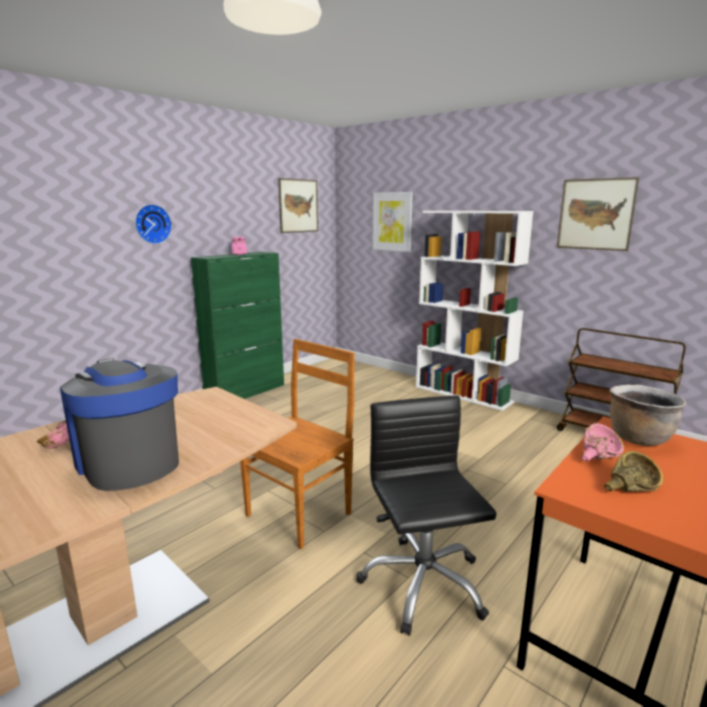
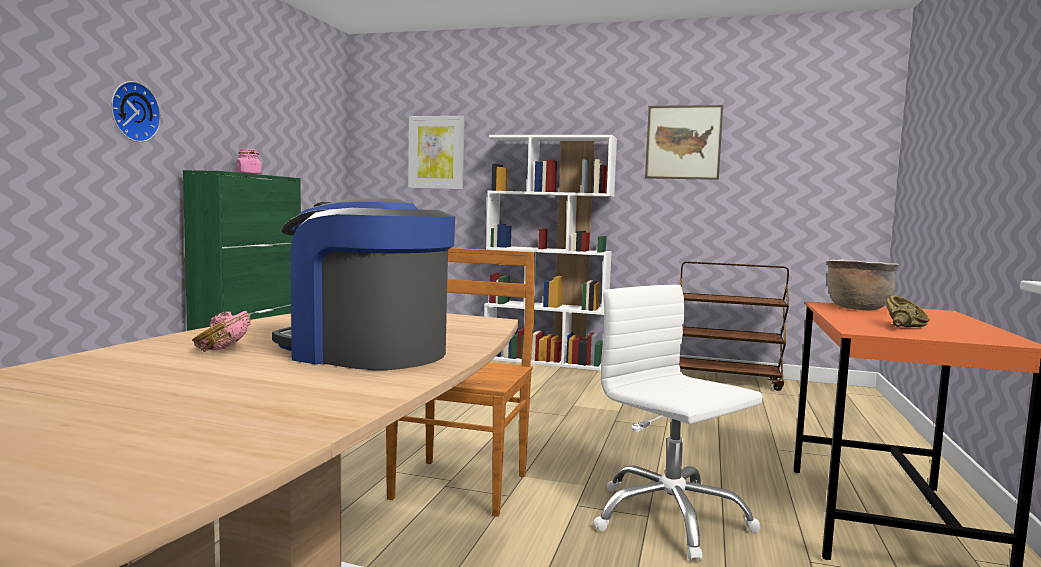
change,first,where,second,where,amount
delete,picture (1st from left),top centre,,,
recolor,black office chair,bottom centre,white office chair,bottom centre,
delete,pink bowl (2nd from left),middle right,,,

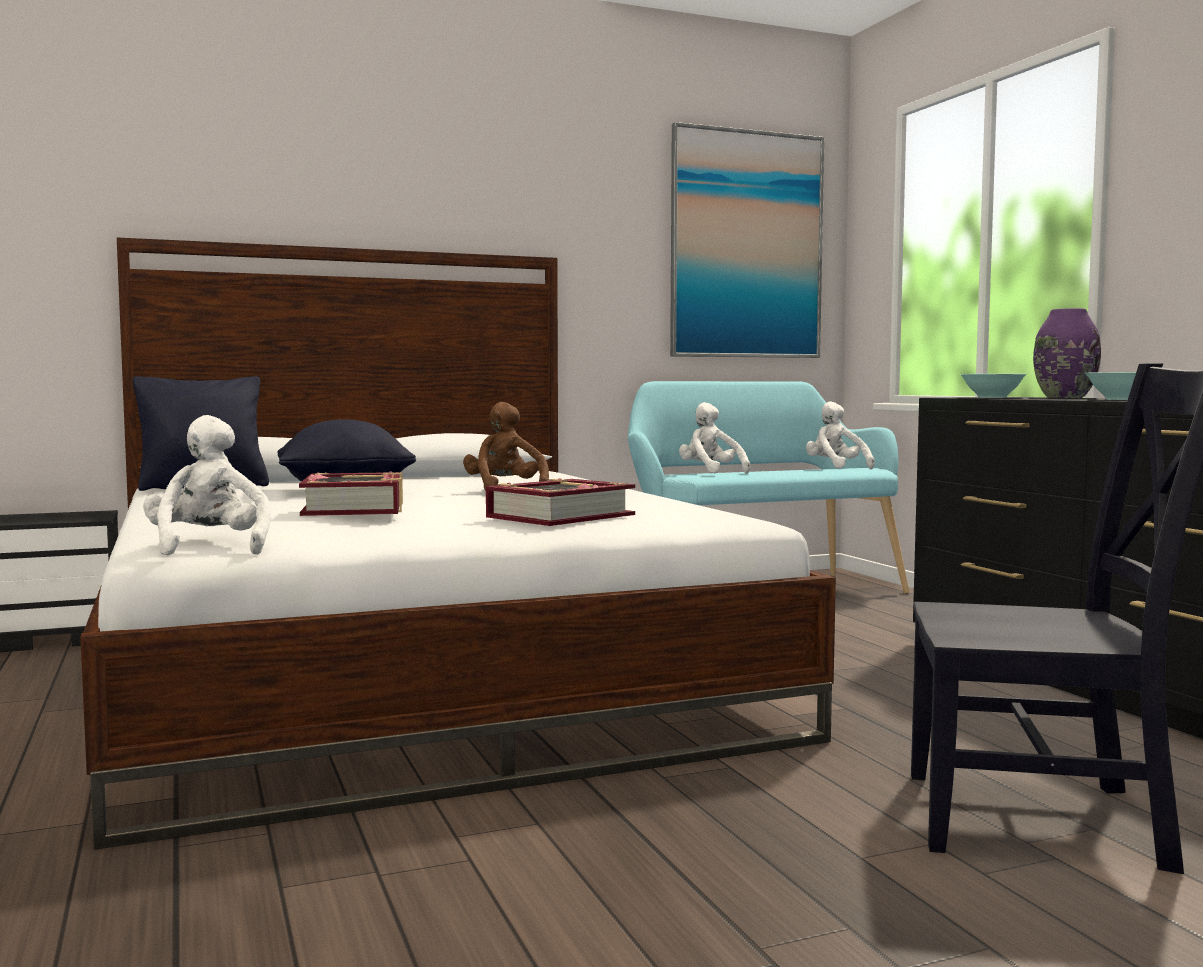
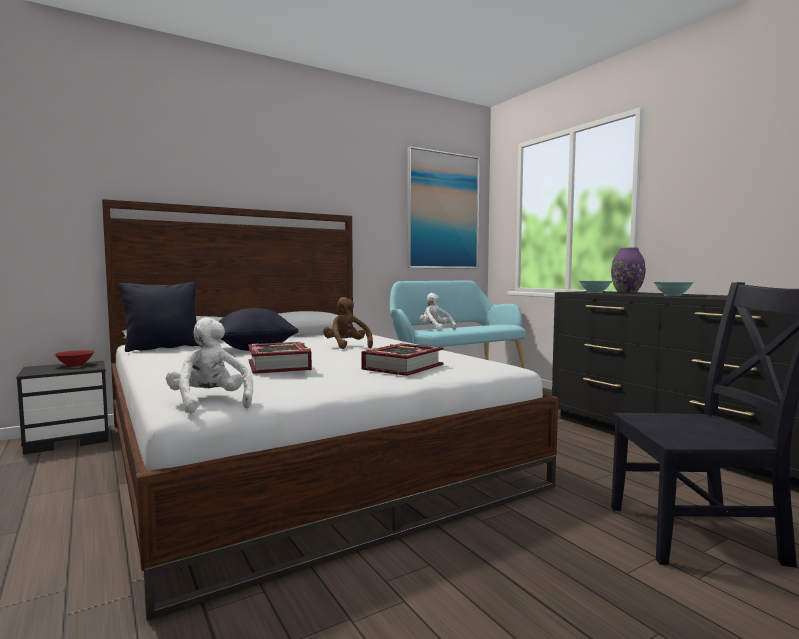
change,first,where,second,where,amount
delete,white plush toy (3rd from left),middle right,,,
insert,,,red bowl,middle left,

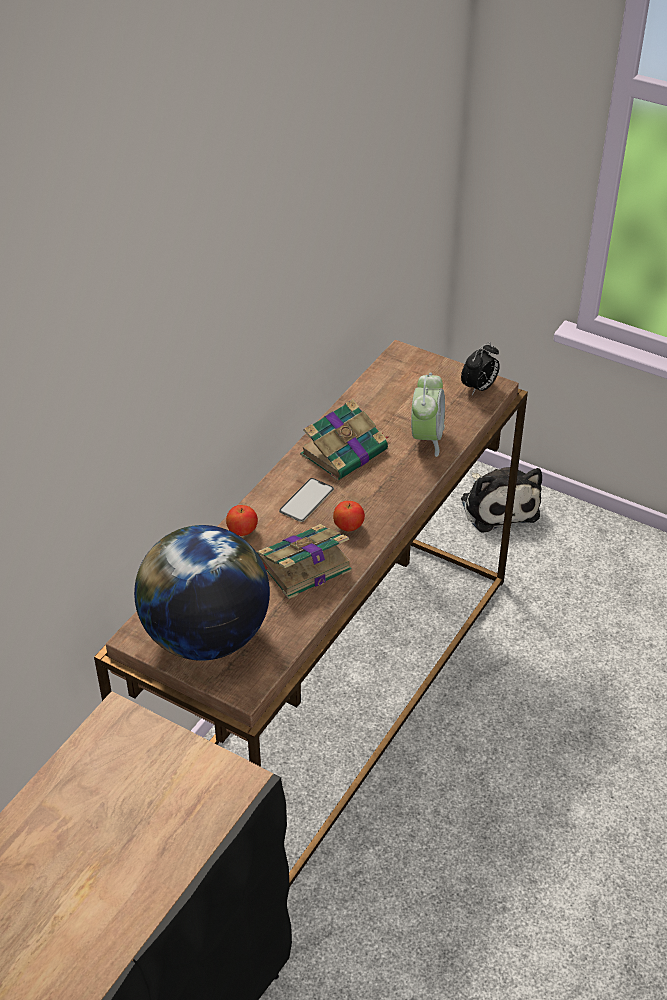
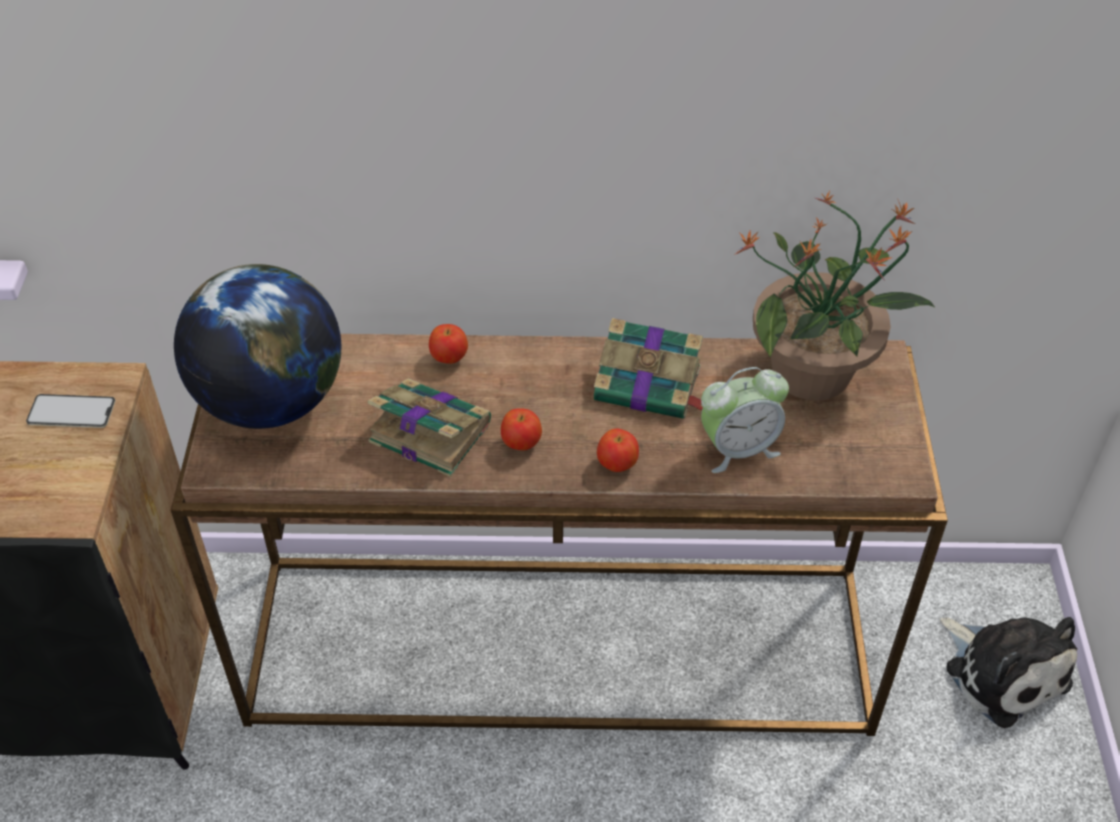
change,first,where,second,where,amount
delete,alarm clock (2nd from left),middle right,,,
rotate,plush toy,middle right,,bottom right,75 degrees counterclockwise
move,phone,centre,,middle left,
insert,,,potted plant,middle right,
insert,,,apple (3rd from left),centre,

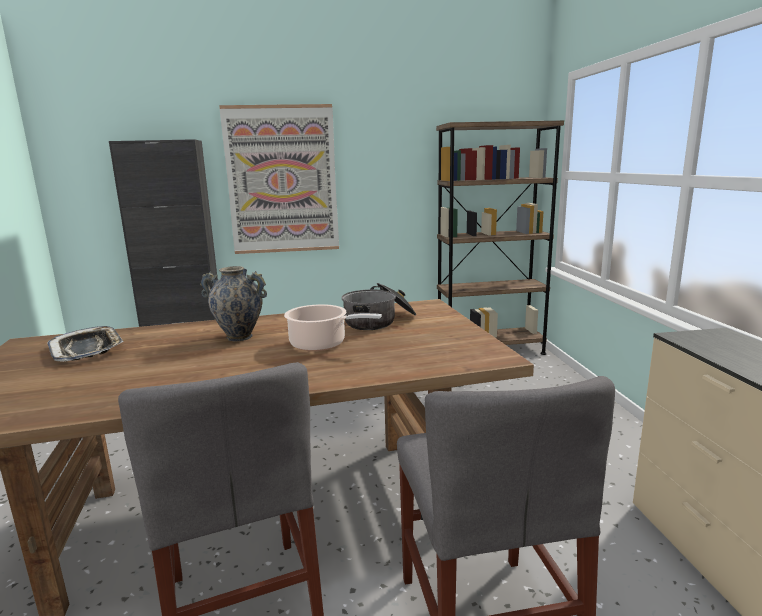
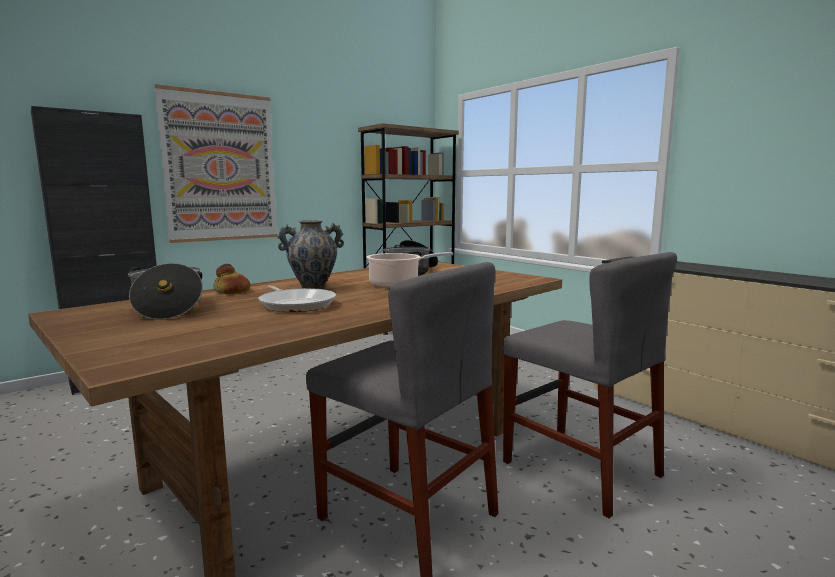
change,first,where,second,where,amount
replace,tray,middle left,cooking pot (1st from left),middle left,
insert,,,bread,middle left,
insert,,,frying pan,centre,

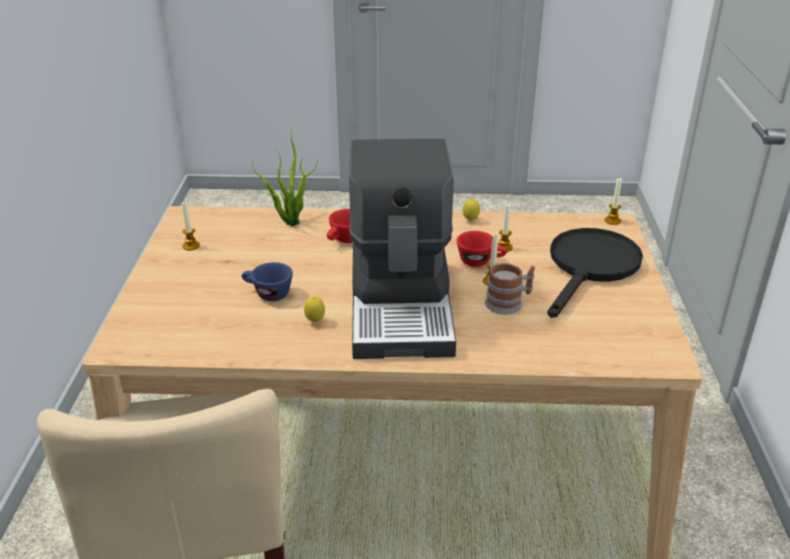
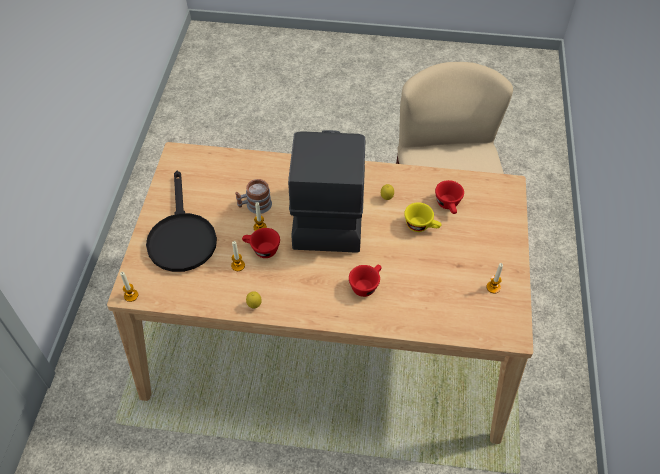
change,first,where,second,where,amount
delete,potted plant,top centre,,,
rotate,black frying pan,middle right,,middle left,45 degrees counterclockwise
recolor,blue cup,centre,yellow cup,centre,
insert,,,red cup (3rd from left),middle right,

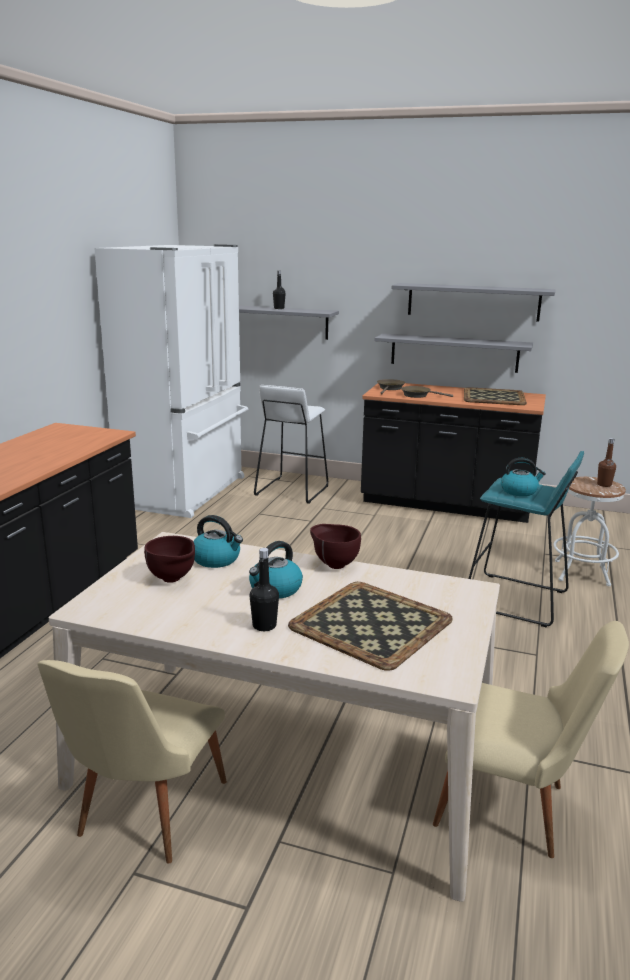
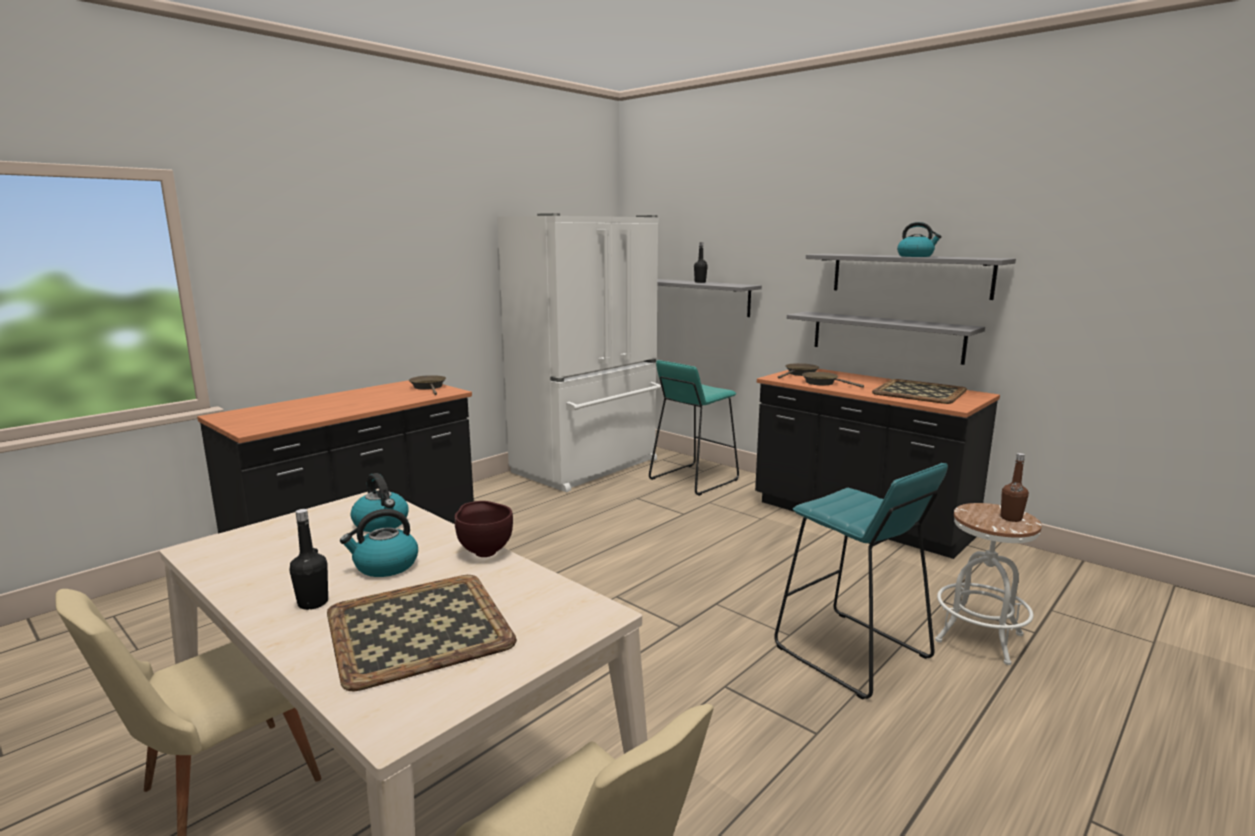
change,first,where,second,where,amount
recolor,white stool (1st from left),centre,turquoise stool (1st from left),centre,
move,kettle (3rd from left),middle right,,top right,
delete,brown bowl (1st from left),middle left,,,
insert,,,brown frying pan (1st from left),centre,

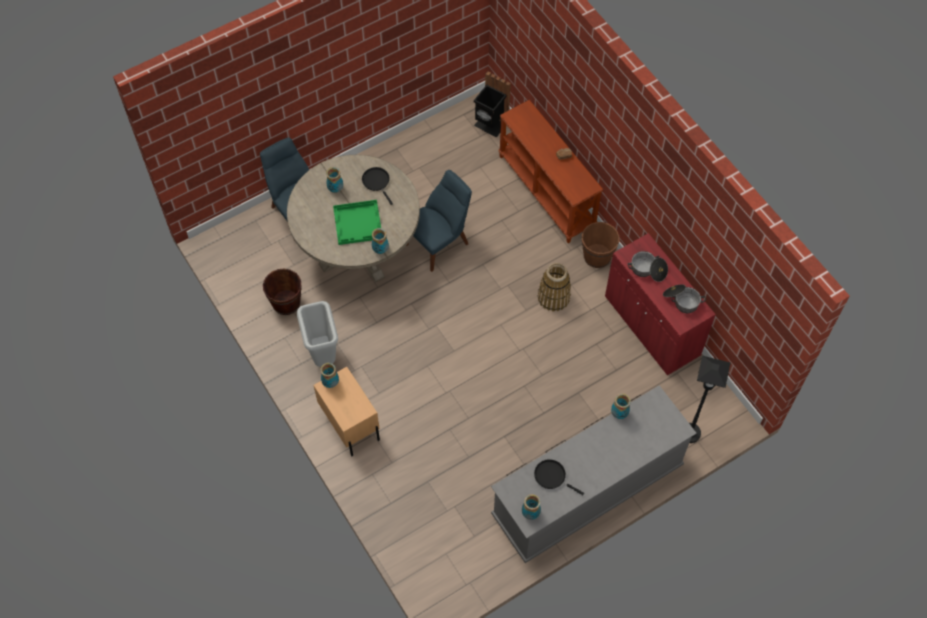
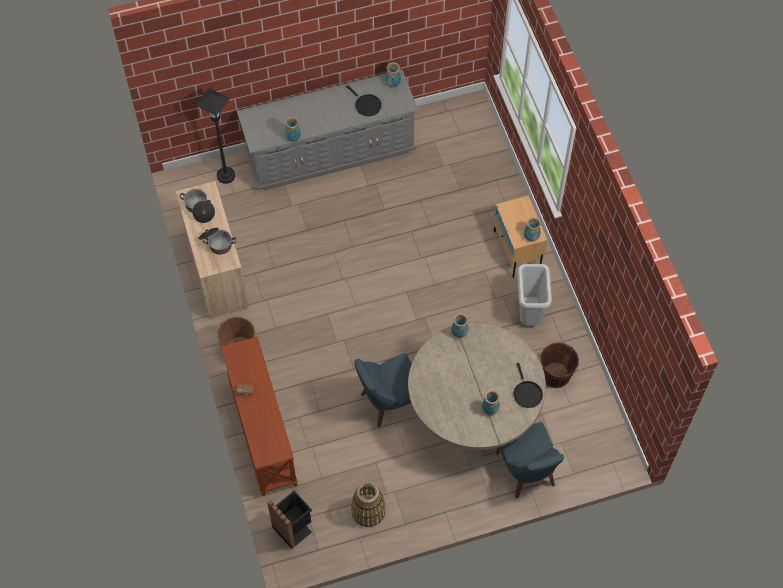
change,first,where,second,where,amount
move,black frying pan (1st from left in the first image),top centre,black frying pan (2nd from left),middle right,
delete,green tray,centre,,,
recolor,red cabinet,middle right,beige cabinet,middle left,
move,basket,centre,,bottom centre,

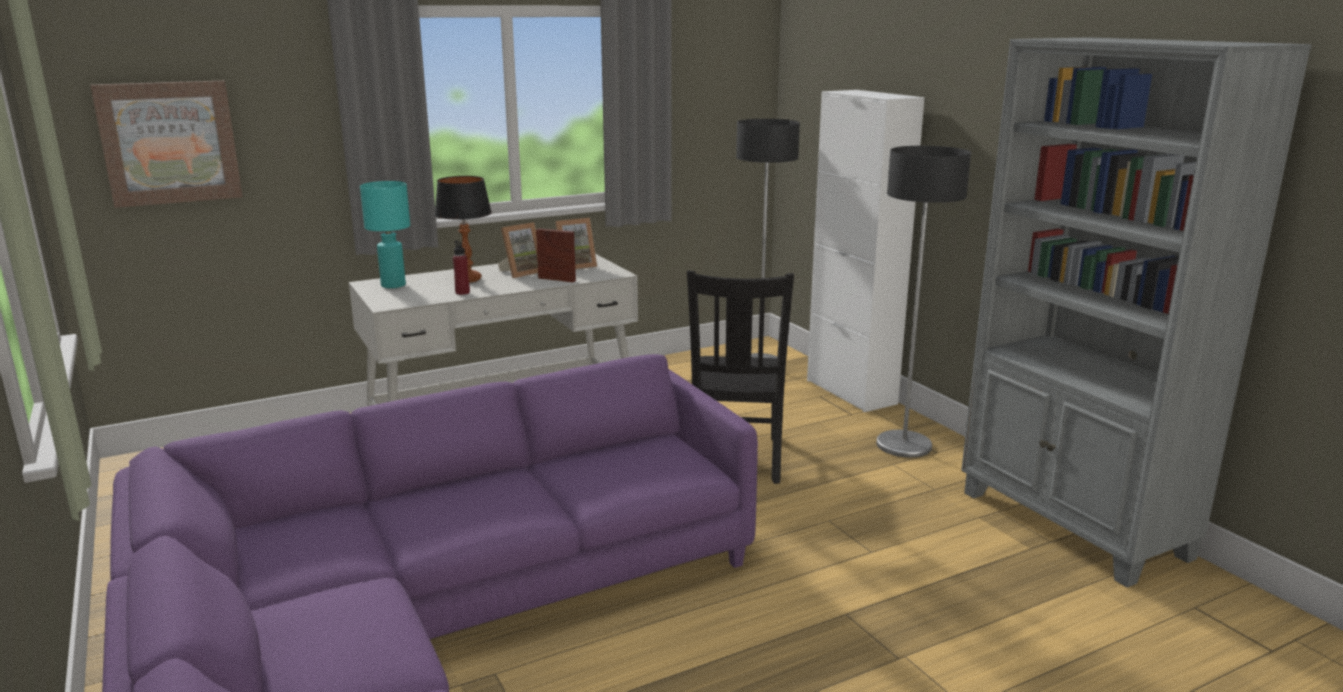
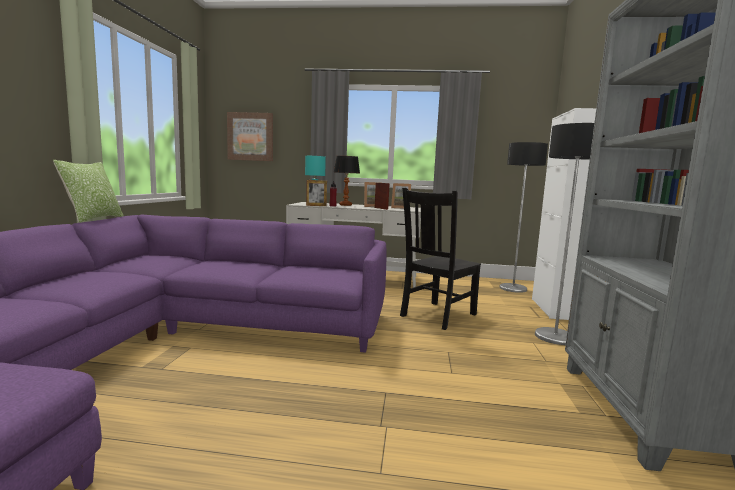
change,first,where,second,where,amount
insert,,,pillow,middle left,
insert,,,picture frame (1st from left),centre,

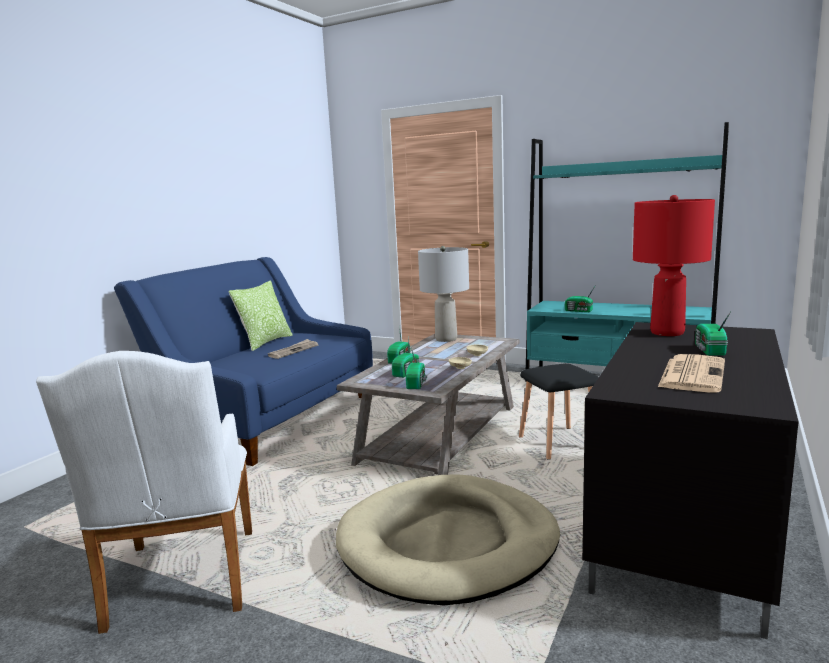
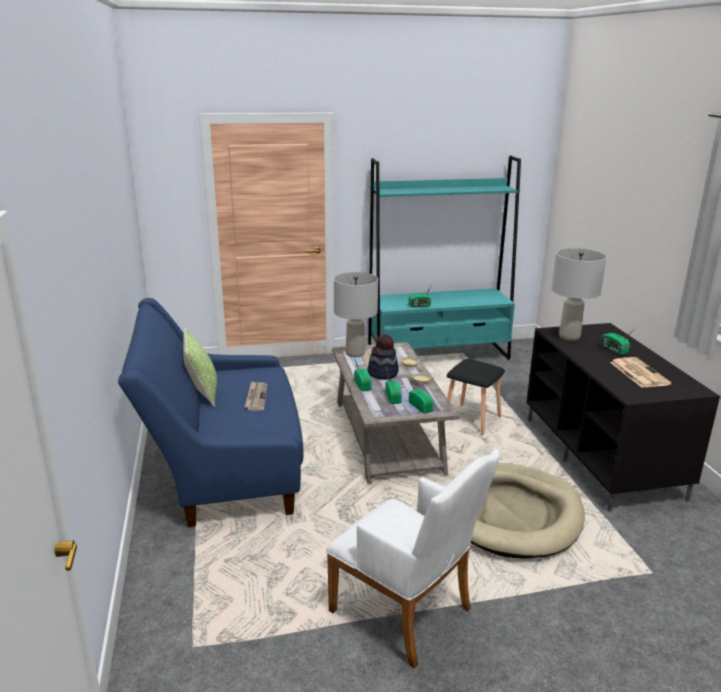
change,first,where,second,where,amount
recolor,red table lamp,middle right,grey table lamp (2nd from left),middle right,
insert,,,hat,centre,

